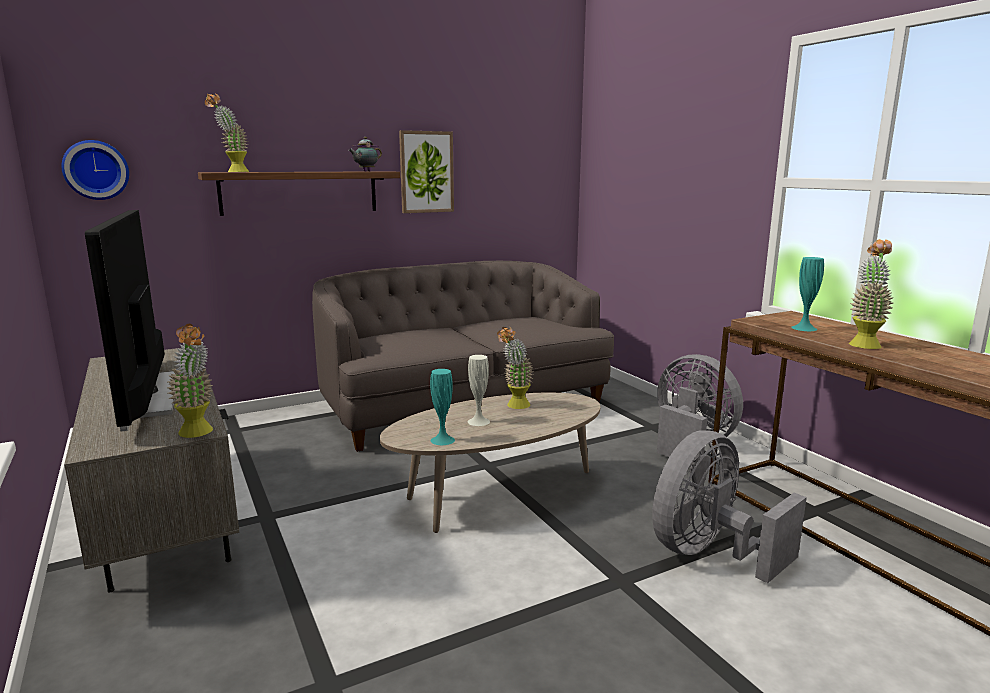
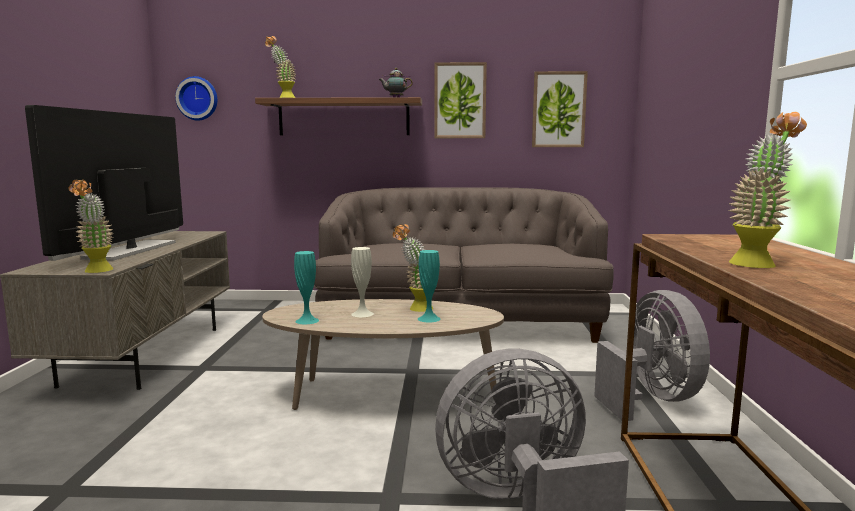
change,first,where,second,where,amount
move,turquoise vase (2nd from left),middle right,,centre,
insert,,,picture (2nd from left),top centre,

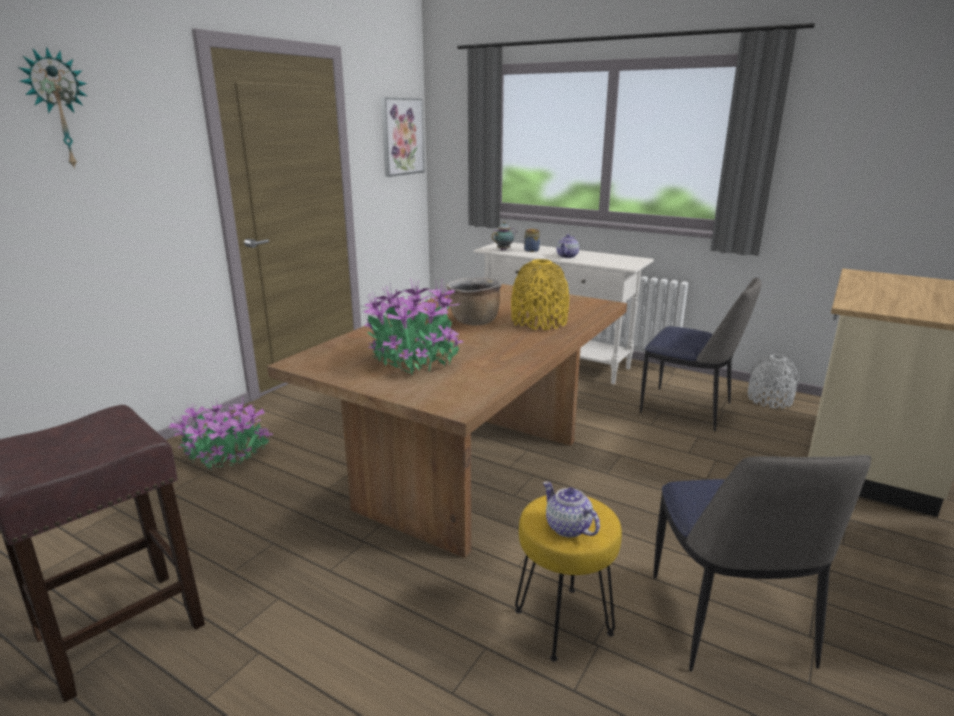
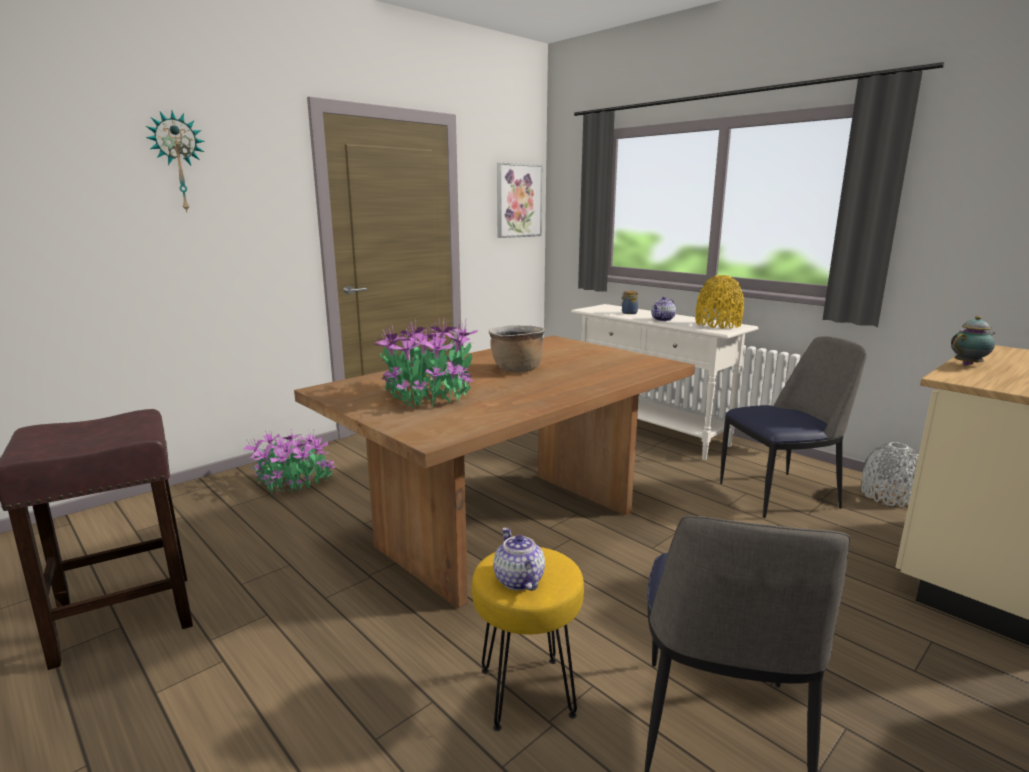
change,first,where,second,where,amount
move,teapot (1st from left in the first image),top centre,teapot (3rd from left),middle right,
move,yellow vase,centre,,middle right,
rotate,chair (1st from left in the first image),middle right,chair (2nd from left),middle right,60 degrees counterclockwise

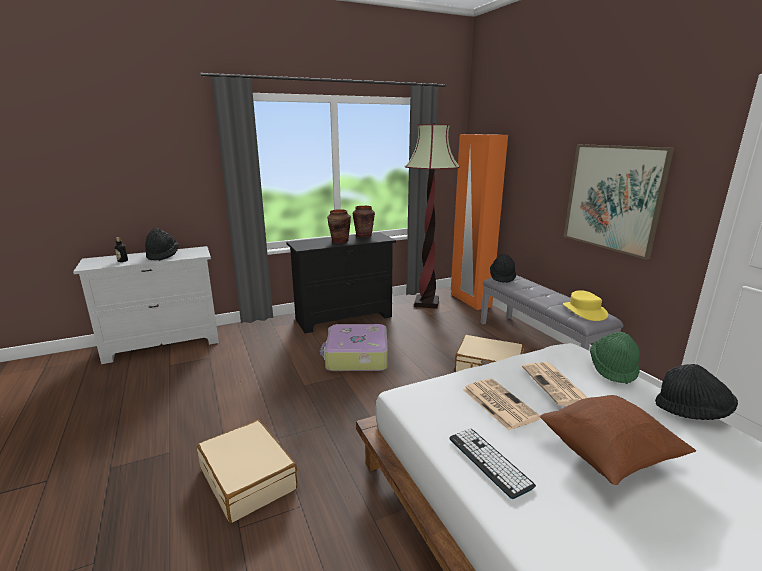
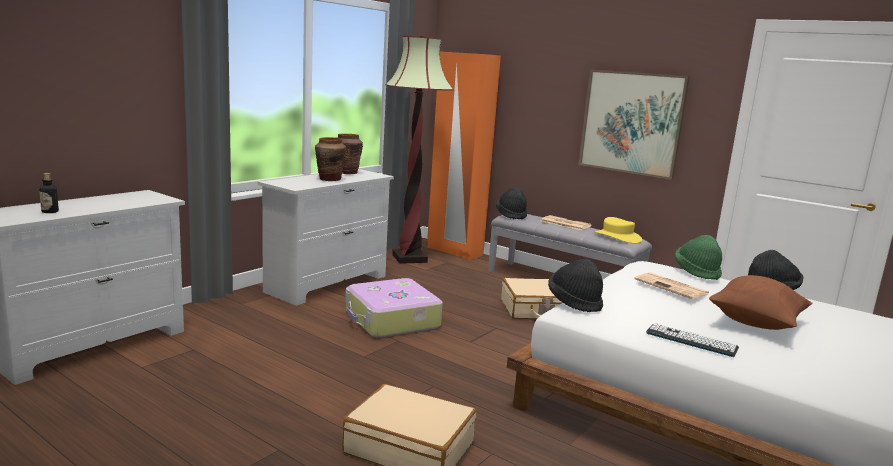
change,first,where,second,where,amount
move,black hat (1st from left in the first image),middle left,black hat (2nd from left),centre,
recolor,black dresser,centre,white dresser (2nd from left),centre,
move,newspaper (1st from left),bottom centre,,centre,

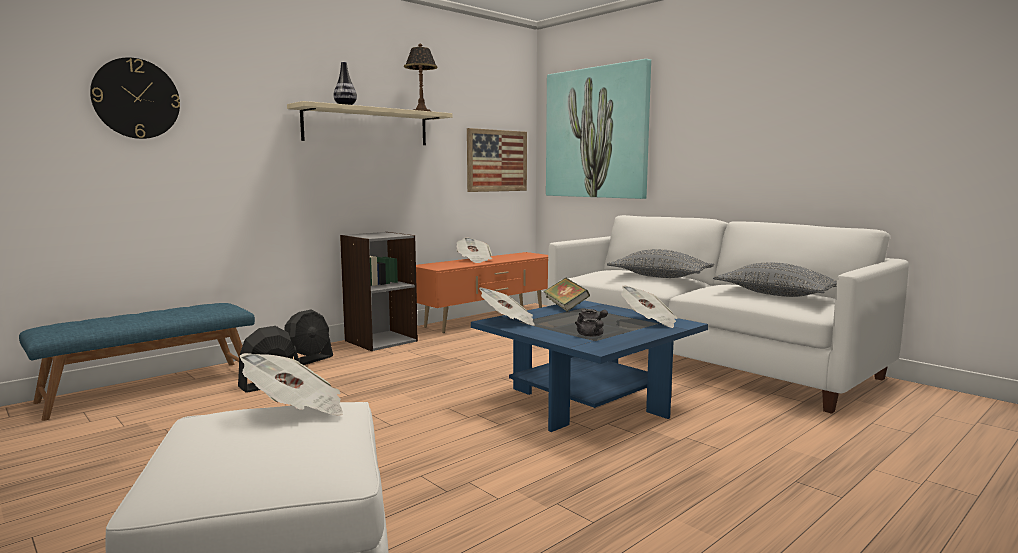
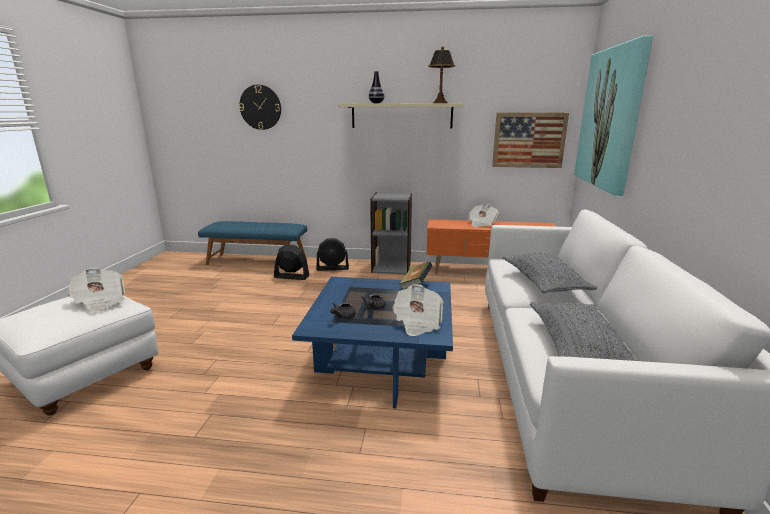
change,first,where,second,where,amount
delete,newspaper (3rd from left),centre,,,

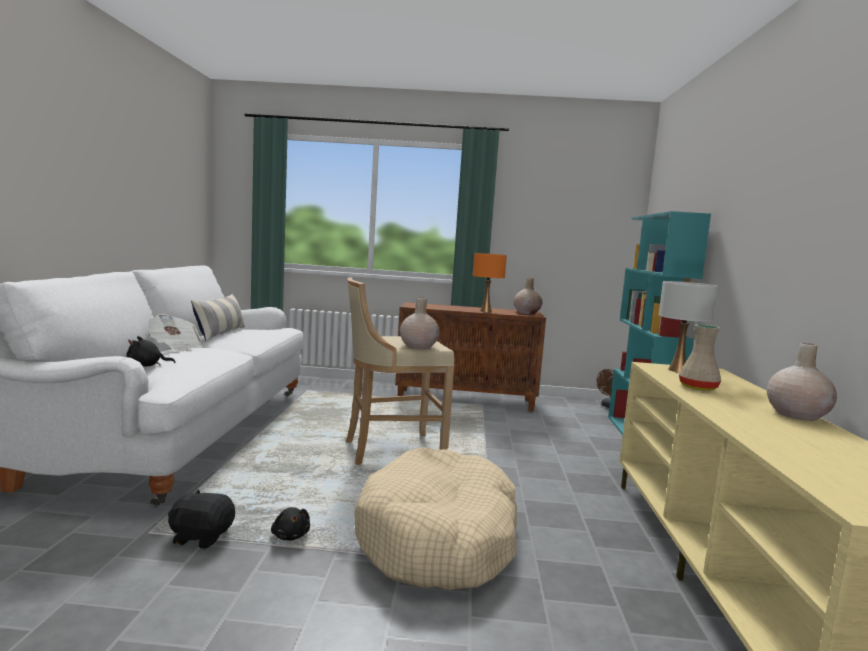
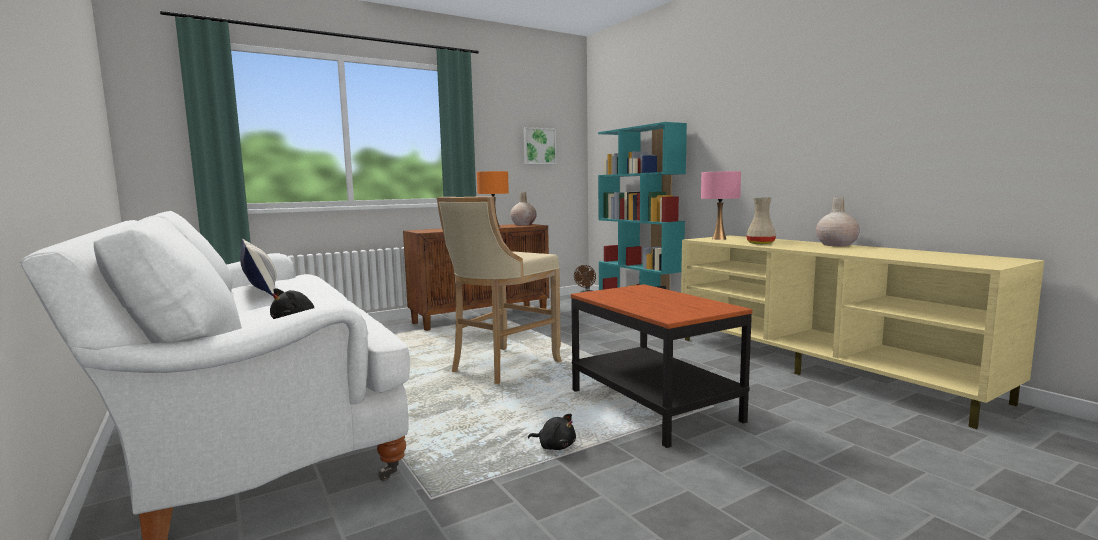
change,first,where,second,where,amount
recolor,white table lamp,middle right,pink table lamp,centre,
delete,beige vase (1st from left),centre,,,
delete,newspaper,middle left,,,
replace,beige dog bed,bottom centre,side table,bottom centre,
delete,black plush toy (2nd from left),bottom left,,,
insert,,,picture,top centre,

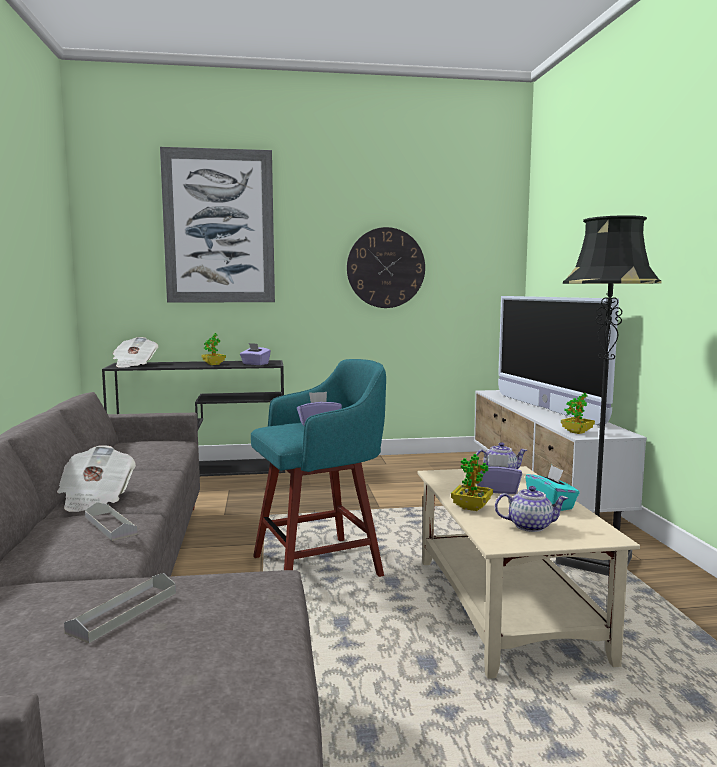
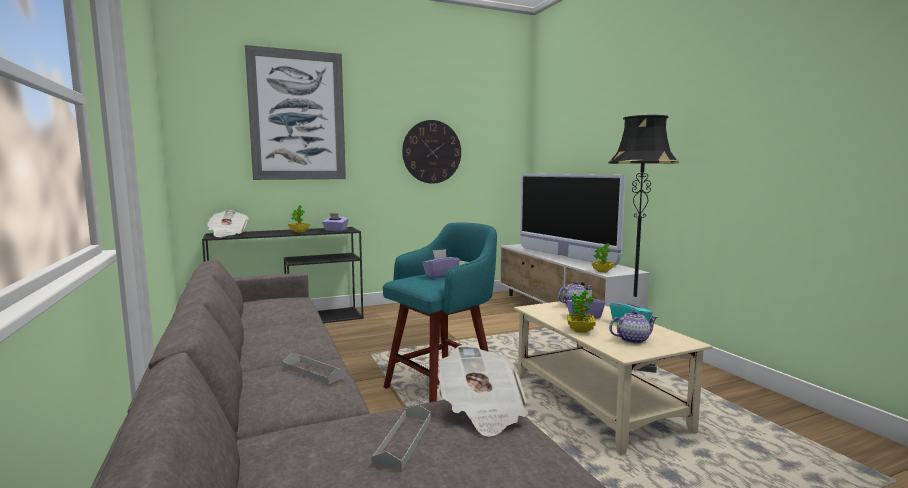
change,first,where,second,where,amount
move,newspaper (1st from left in the first image),middle left,newspaper (2nd from left),bottom centre,

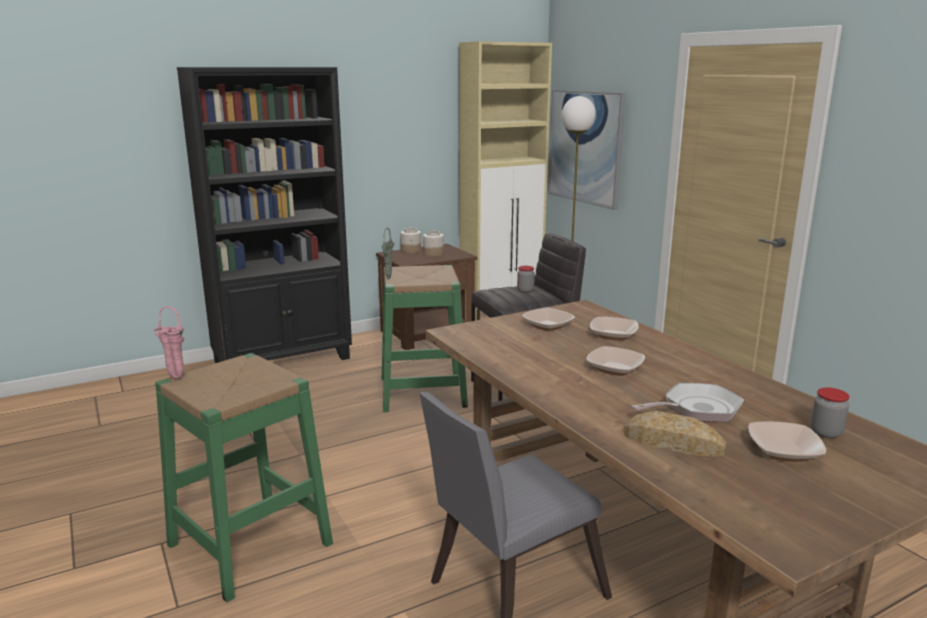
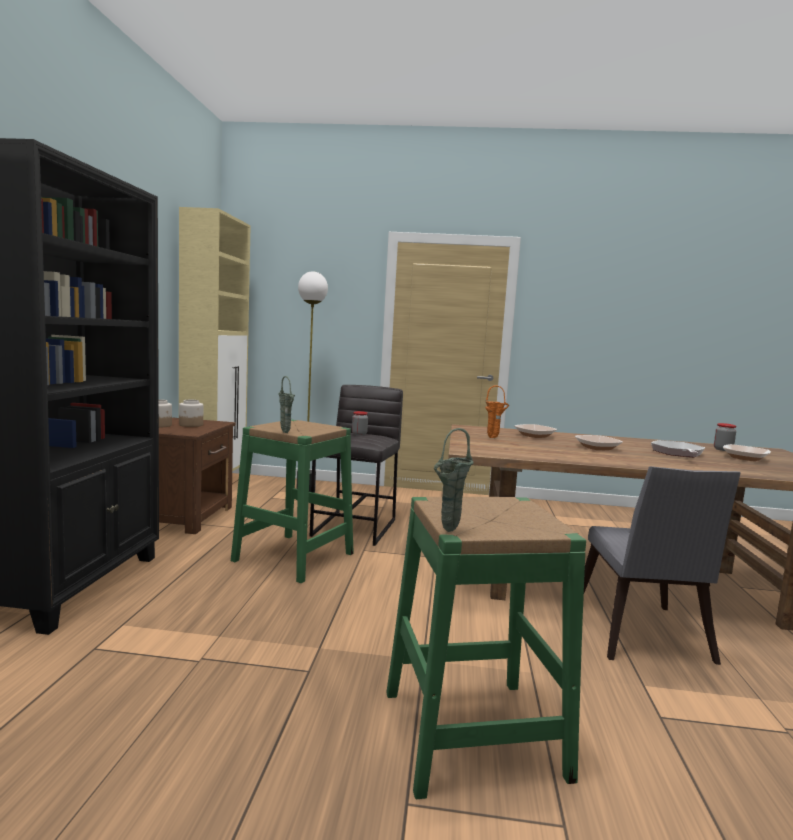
change,first,where,second,where,amount
delete,picture,top centre,,,
recolor,pink vase,middle left,green vase (2nd from left),centre,
replace,bowl (1st from left),centre,orange vase,centre,
delete,bread,bottom right,,,

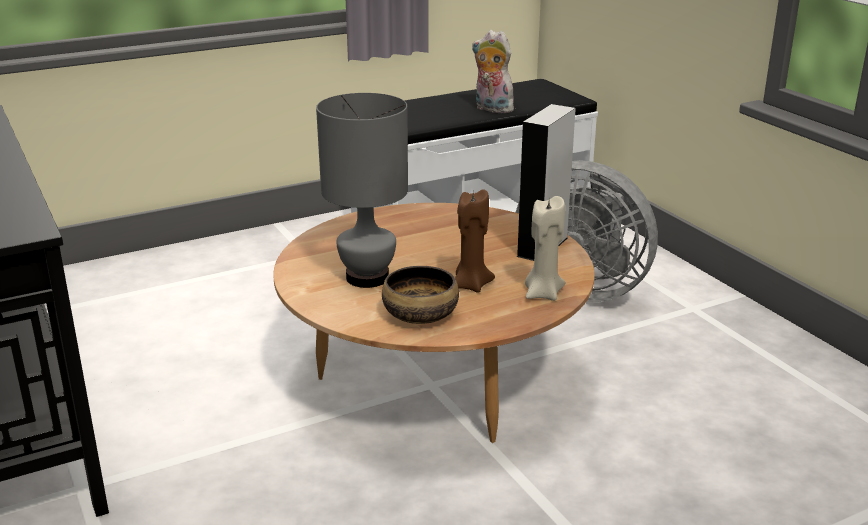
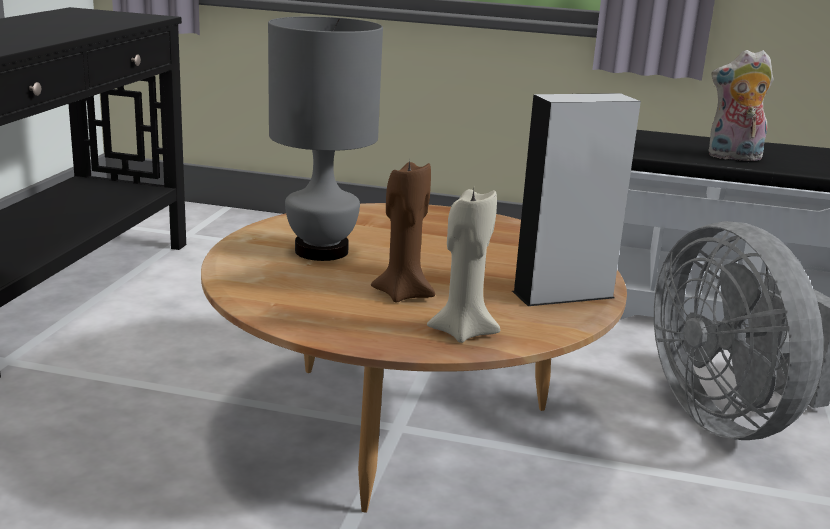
change,first,where,second,where,amount
rotate,plush toy,top centre,,top right,75 degrees counterclockwise
delete,bowl,centre,,,

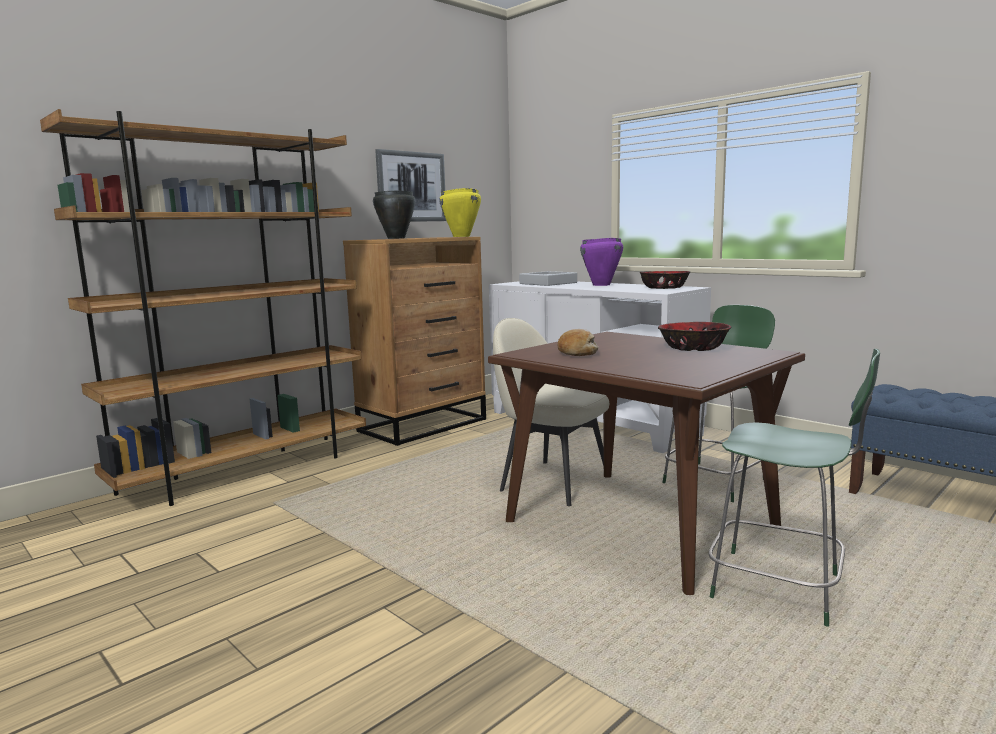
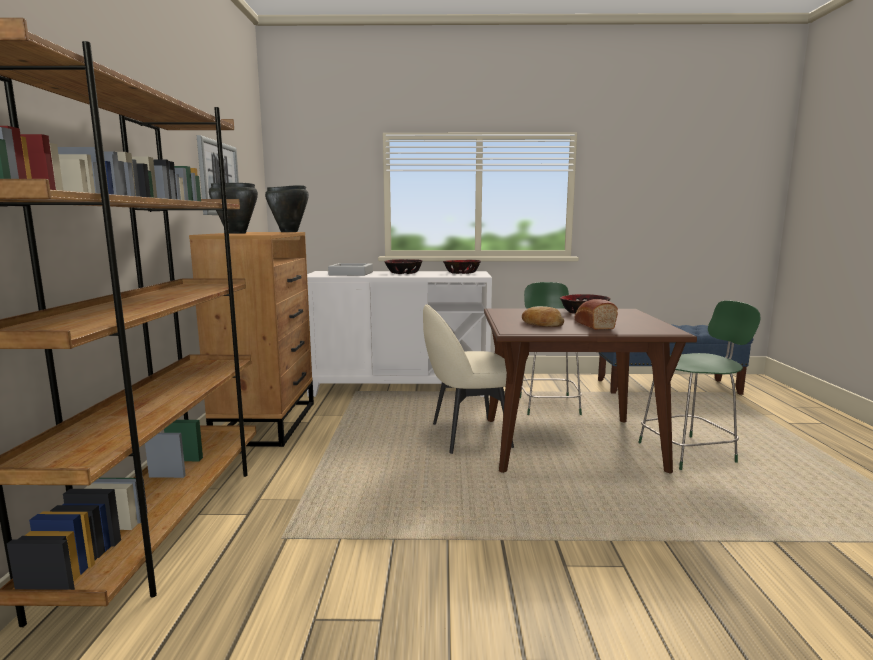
change,first,where,second,where,amount
recolor,yellow cooking pot,top centre,black cooking pot (2nd from left),top left,
replace,purple cooking pot,centre,bowl (1st from left),centre,
insert,,,bread (2nd from left),middle right,

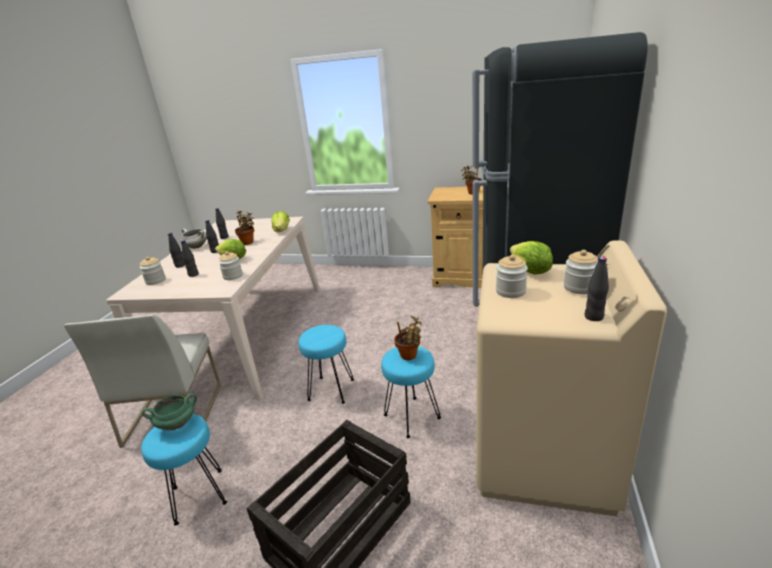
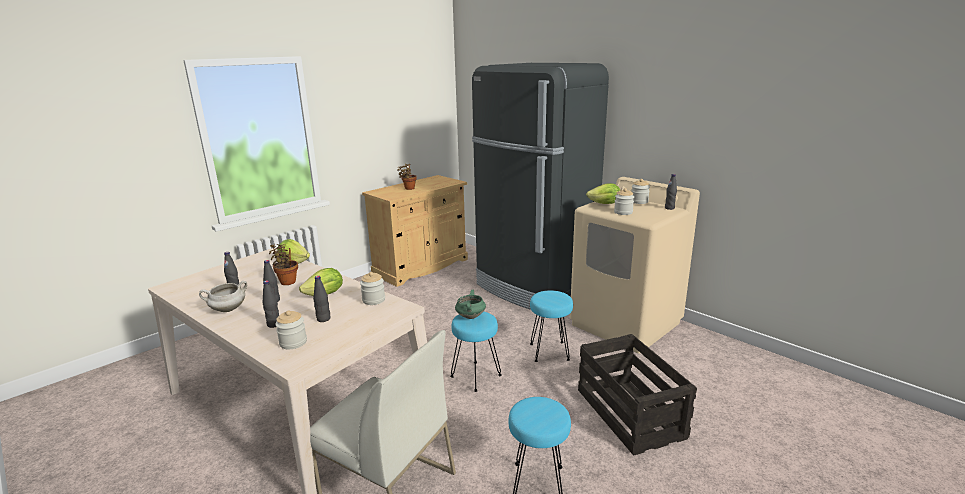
change,first,where,second,where,amount
delete,potted plant (2nd from left),centre,,,
move,green cooking pot,bottom left,,centre,

